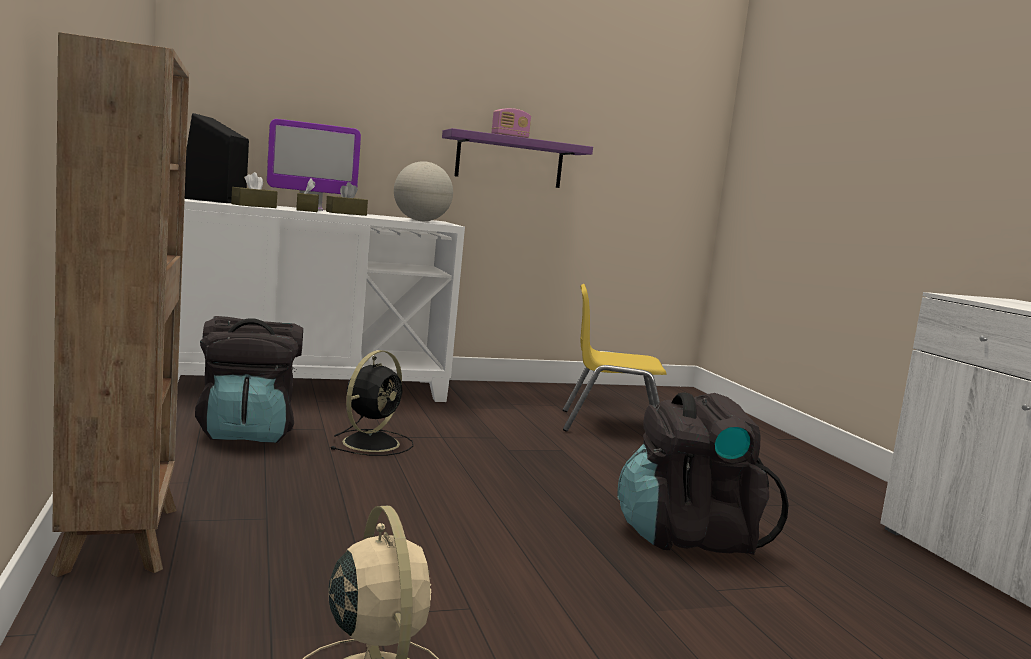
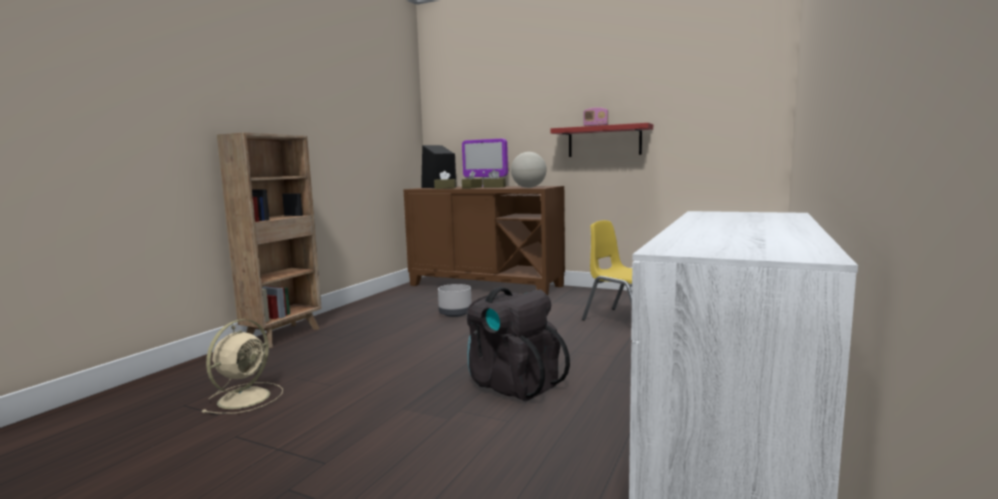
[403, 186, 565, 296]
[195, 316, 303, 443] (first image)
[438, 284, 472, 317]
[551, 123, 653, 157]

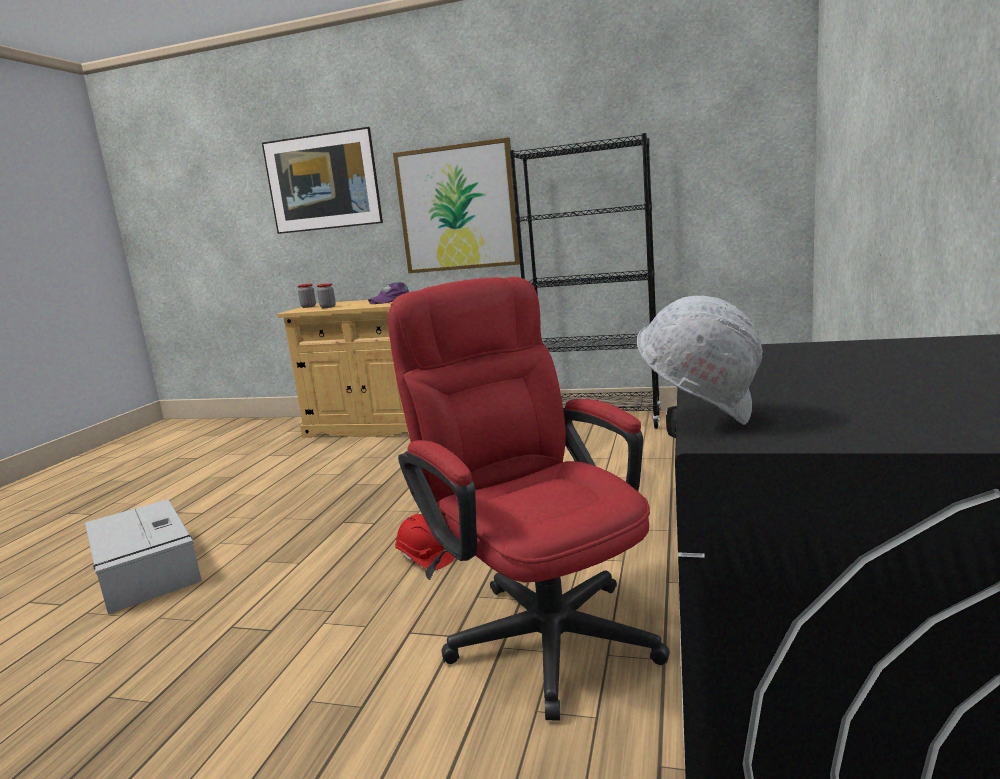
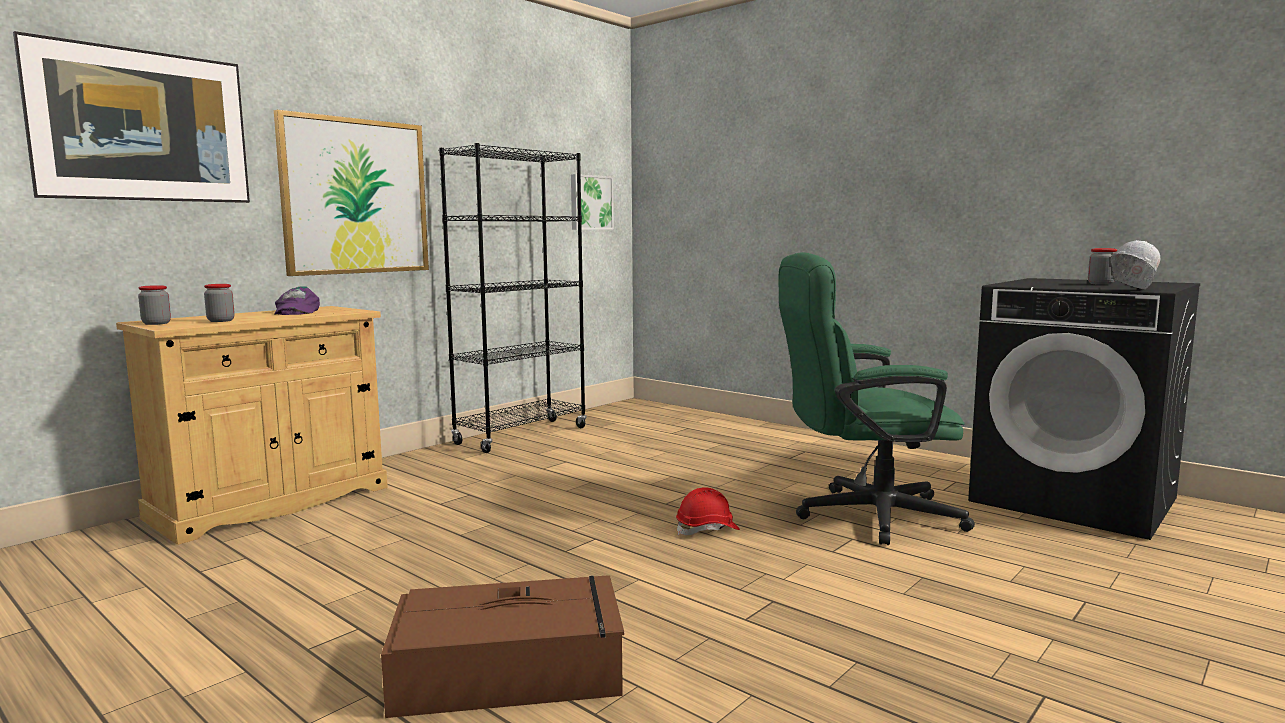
[381, 575, 624, 718]
[779, 252, 975, 545]
[571, 174, 614, 230]
[1088, 248, 1117, 285]

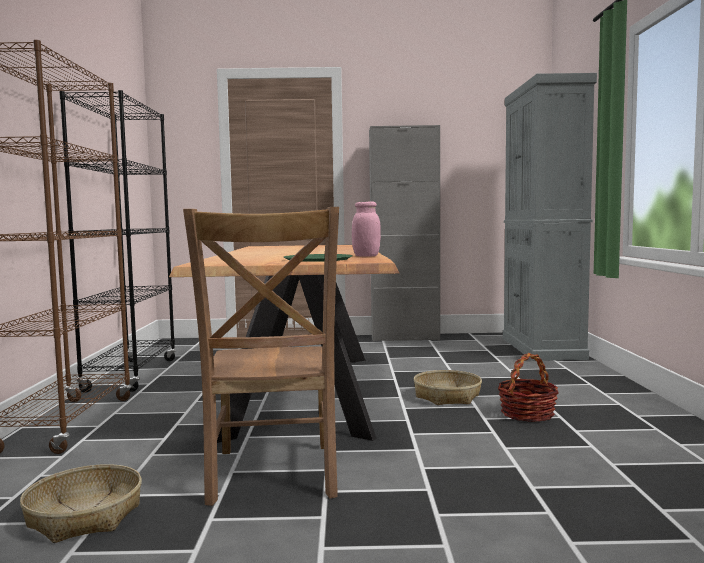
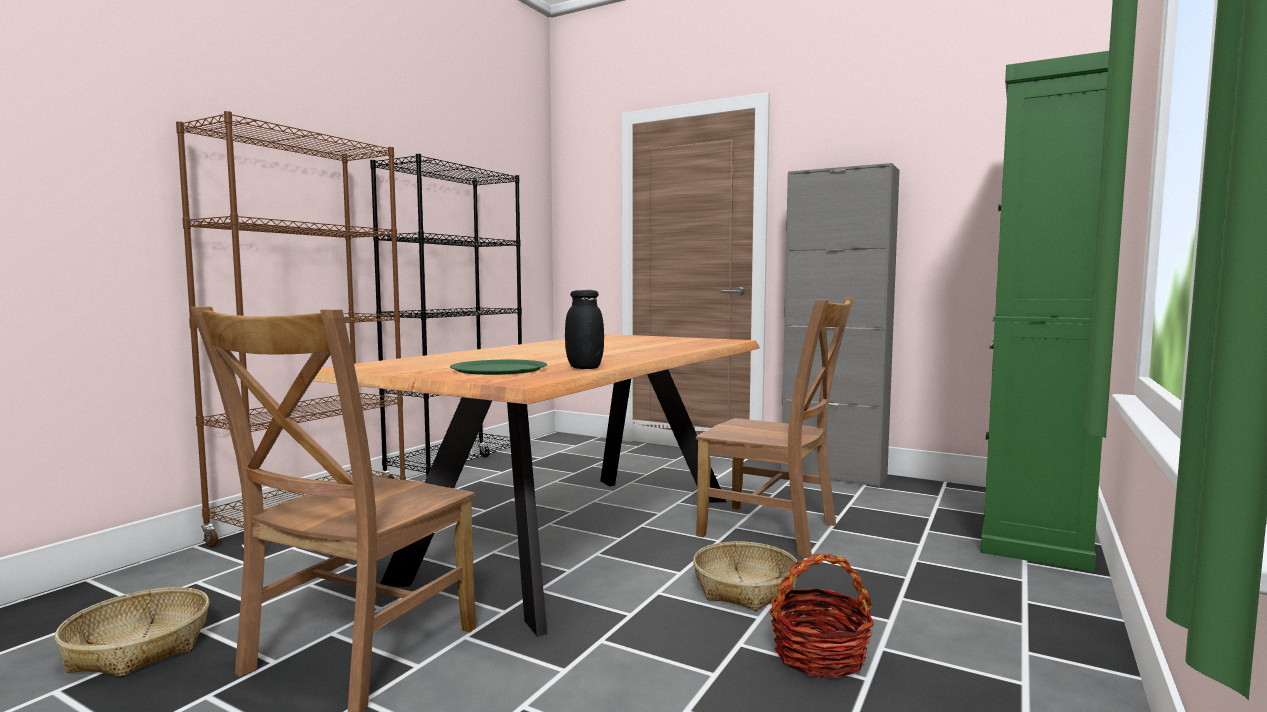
[565, 290, 604, 369]
[980, 51, 1109, 572]
[696, 298, 854, 559]

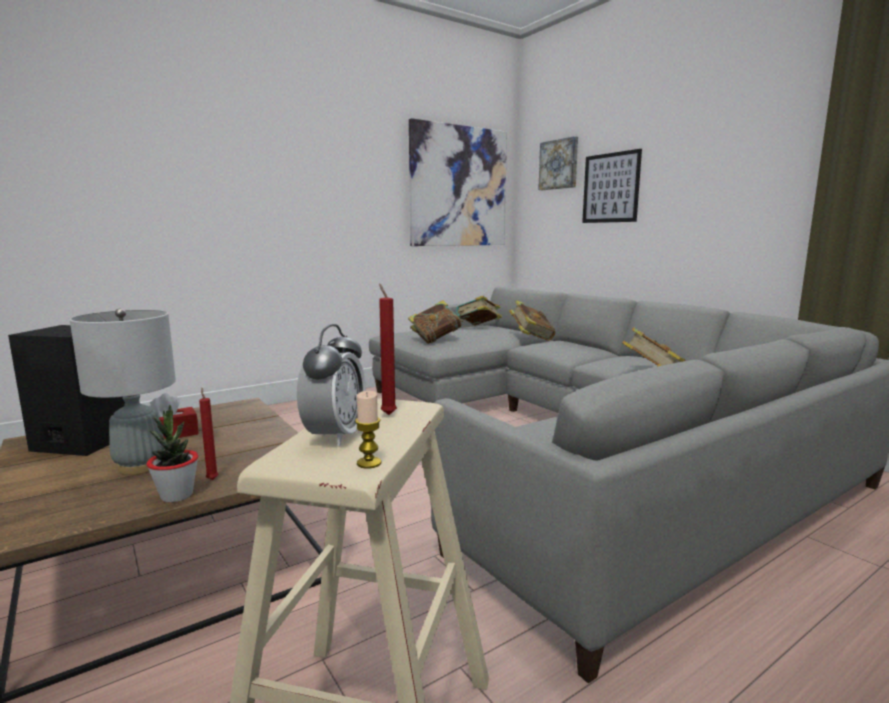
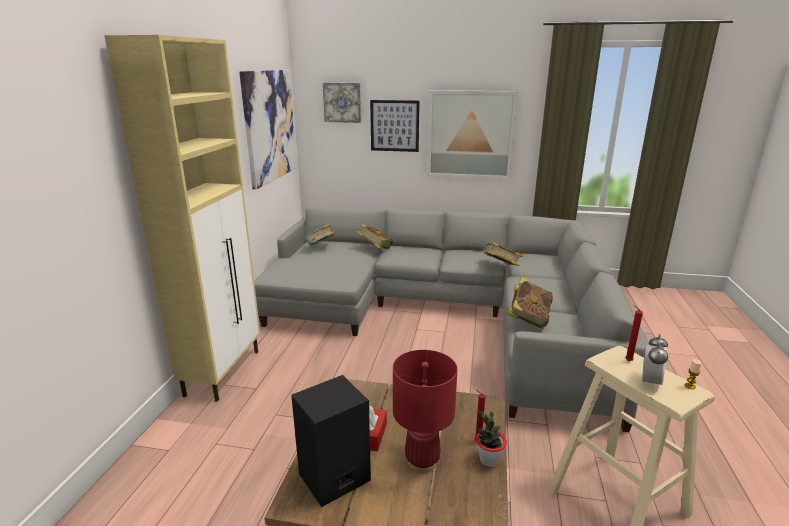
[393, 350, 457, 473]
[642, 334, 668, 390]
[507, 277, 553, 328]
[104, 35, 260, 402]
[427, 90, 518, 179]

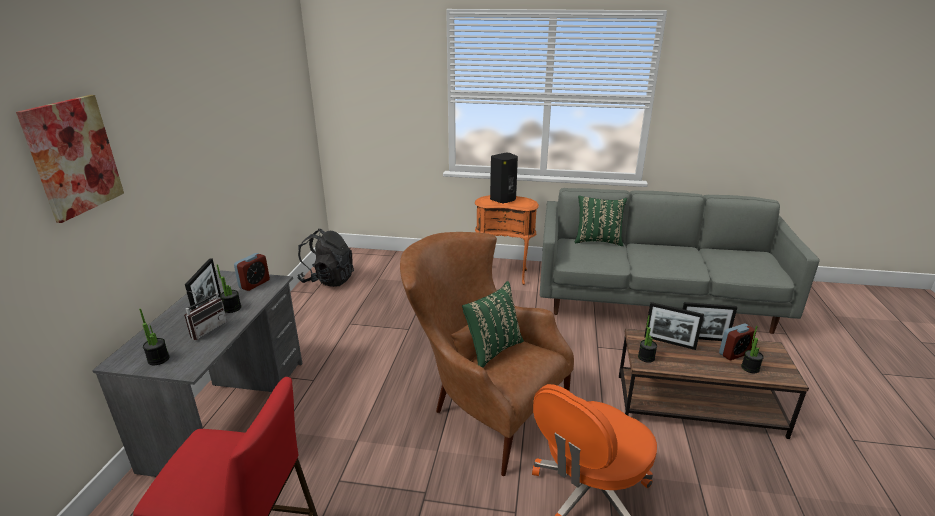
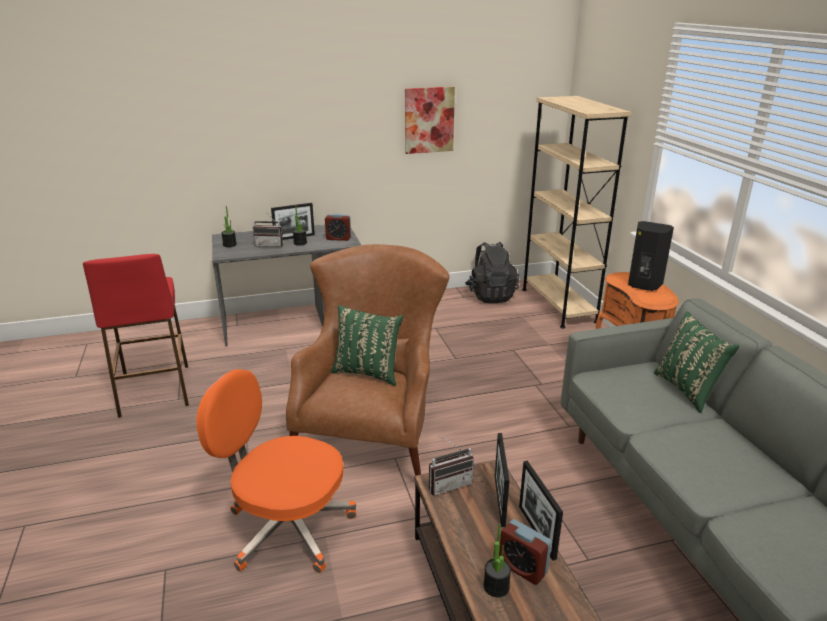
[405, 87, 455, 154]
[429, 436, 474, 496]
[522, 96, 632, 328]

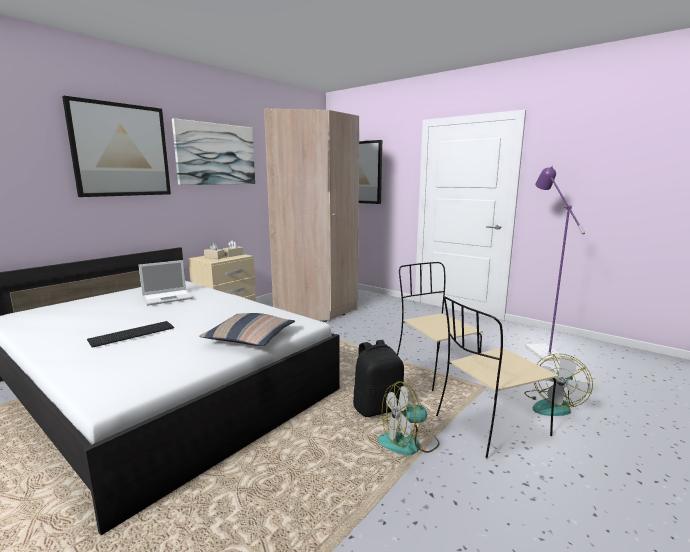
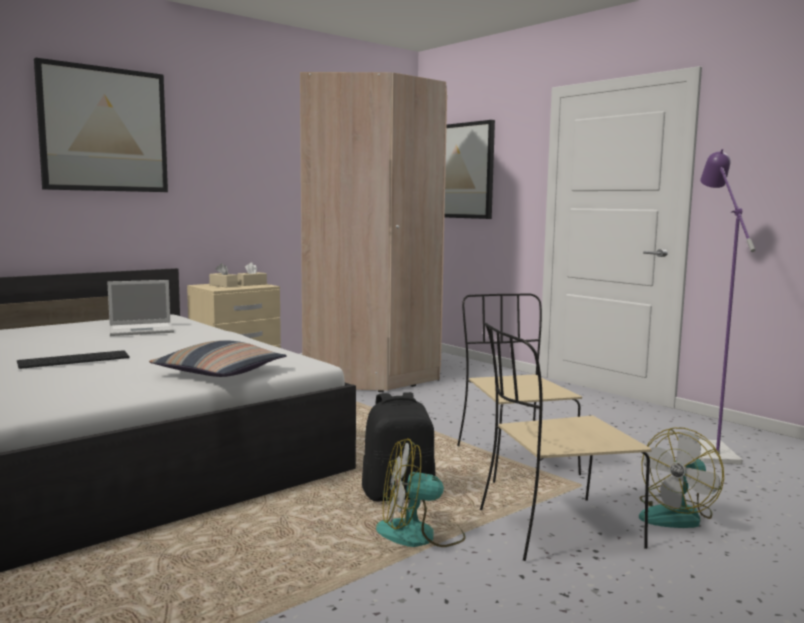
[172, 118, 255, 185] (first image)

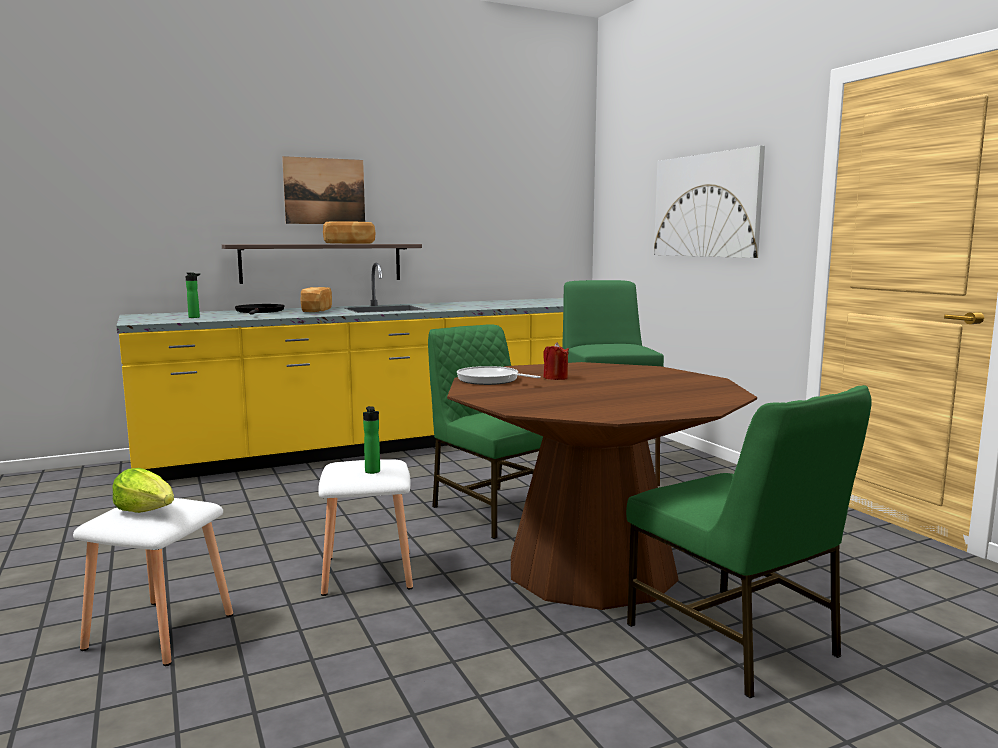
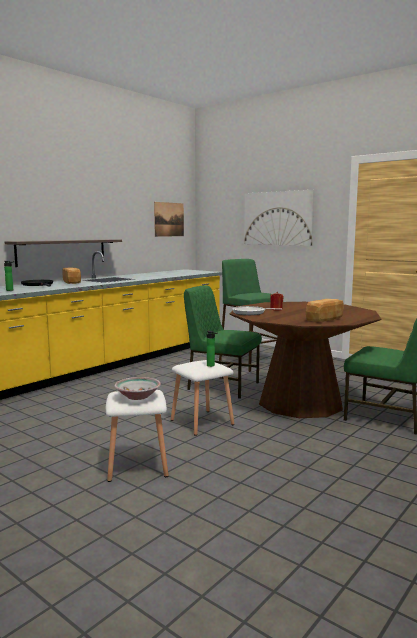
[114, 377, 161, 400]
[154, 202, 184, 237]
[306, 299, 344, 322]

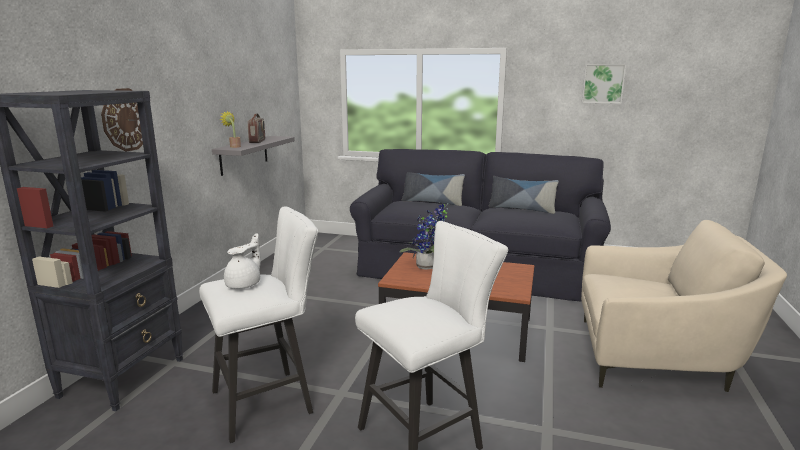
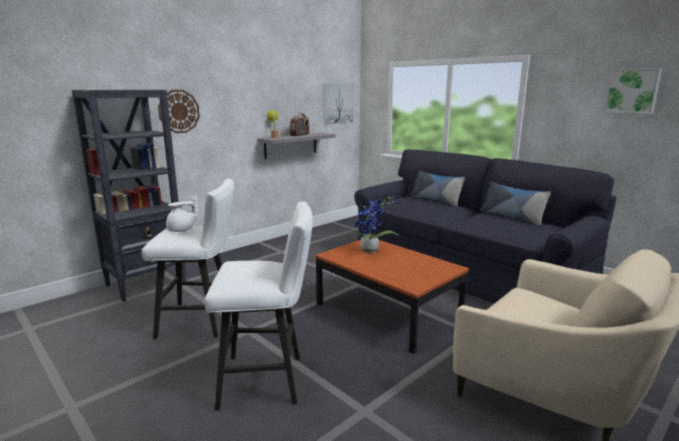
[323, 83, 354, 126]

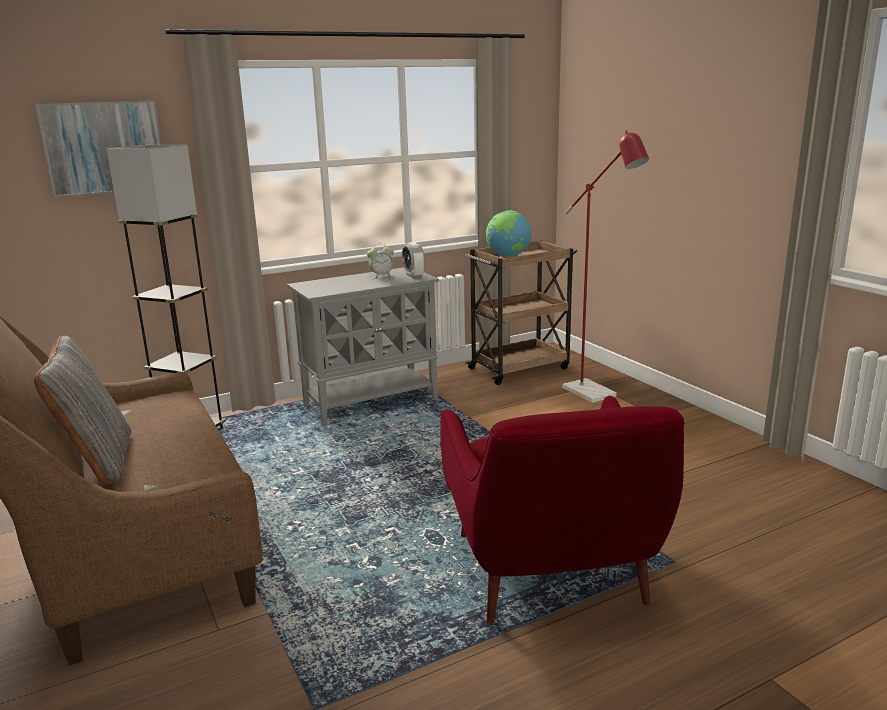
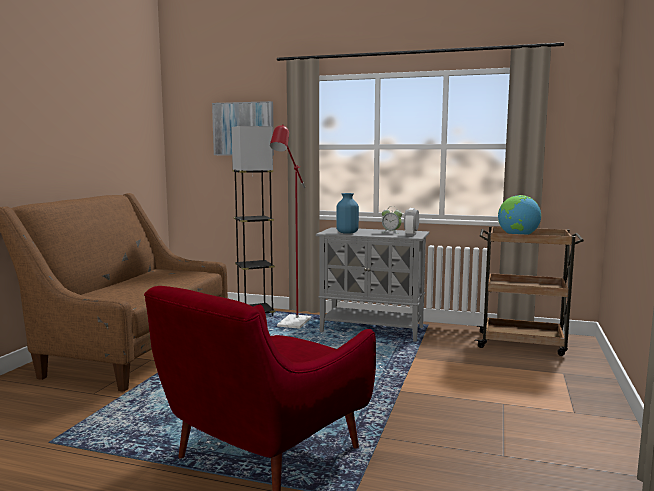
[34, 336, 131, 484] (first image)
[270, 124, 311, 329]
[336, 193, 359, 234]

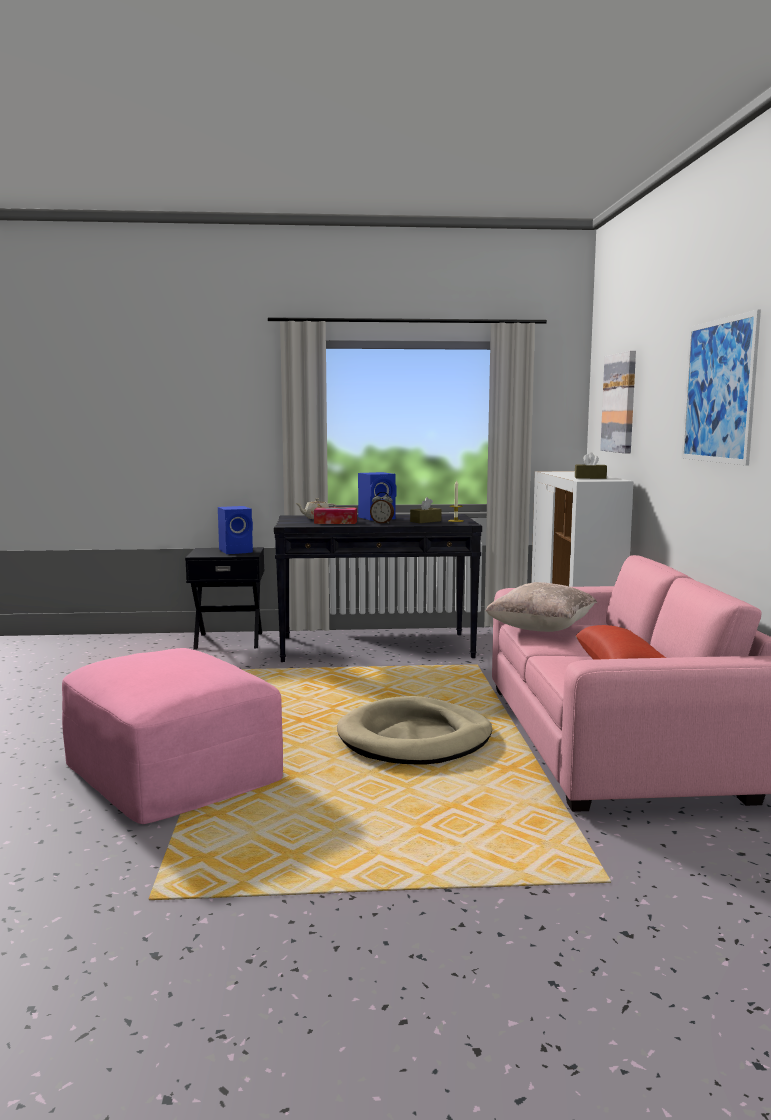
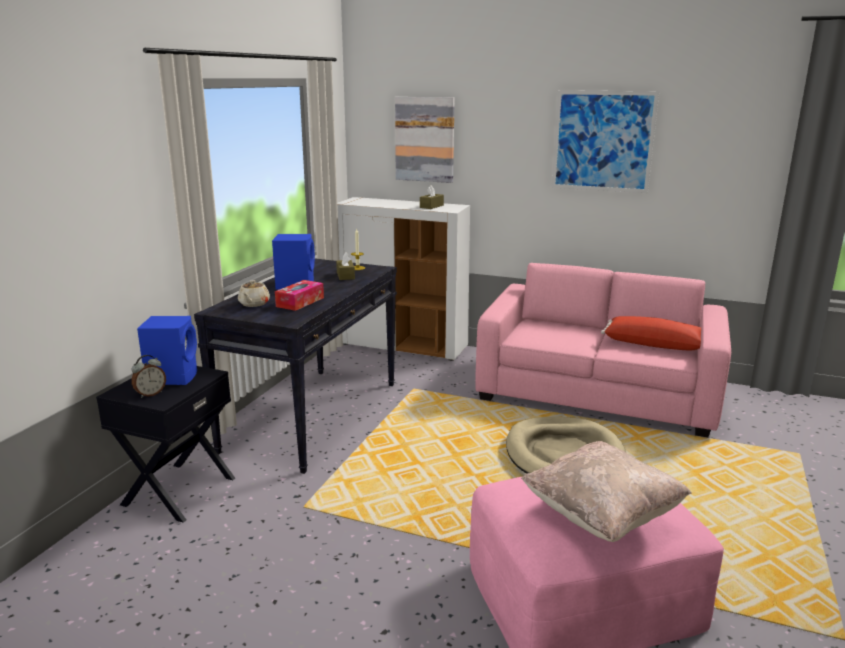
[131, 355, 166, 398]
[521, 441, 692, 542]

